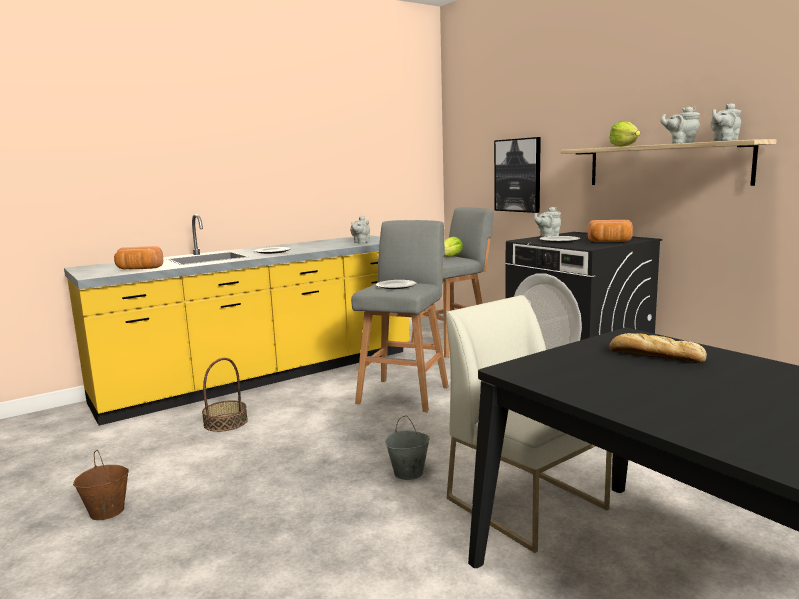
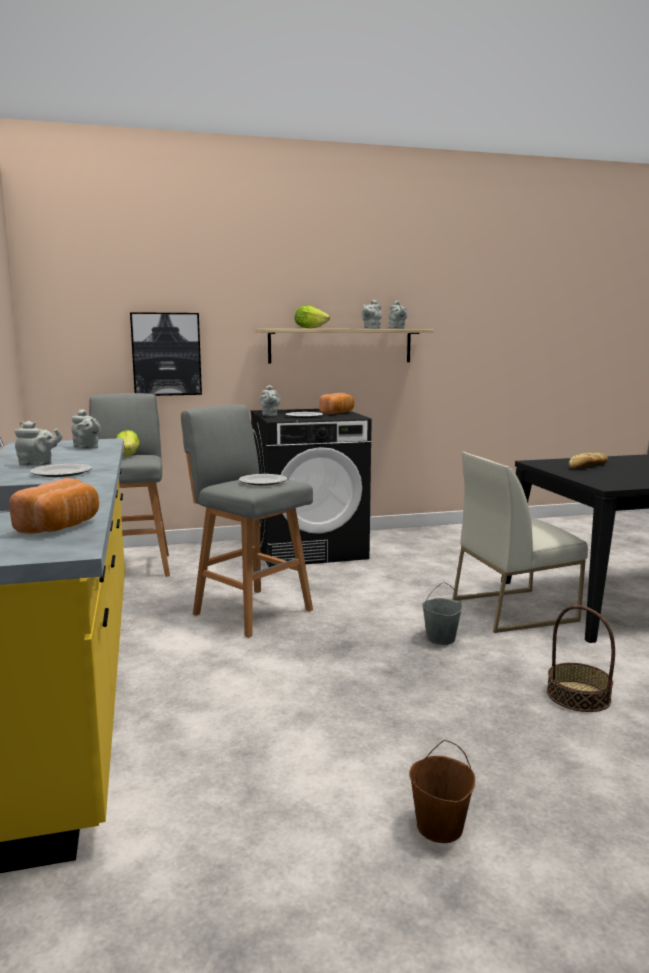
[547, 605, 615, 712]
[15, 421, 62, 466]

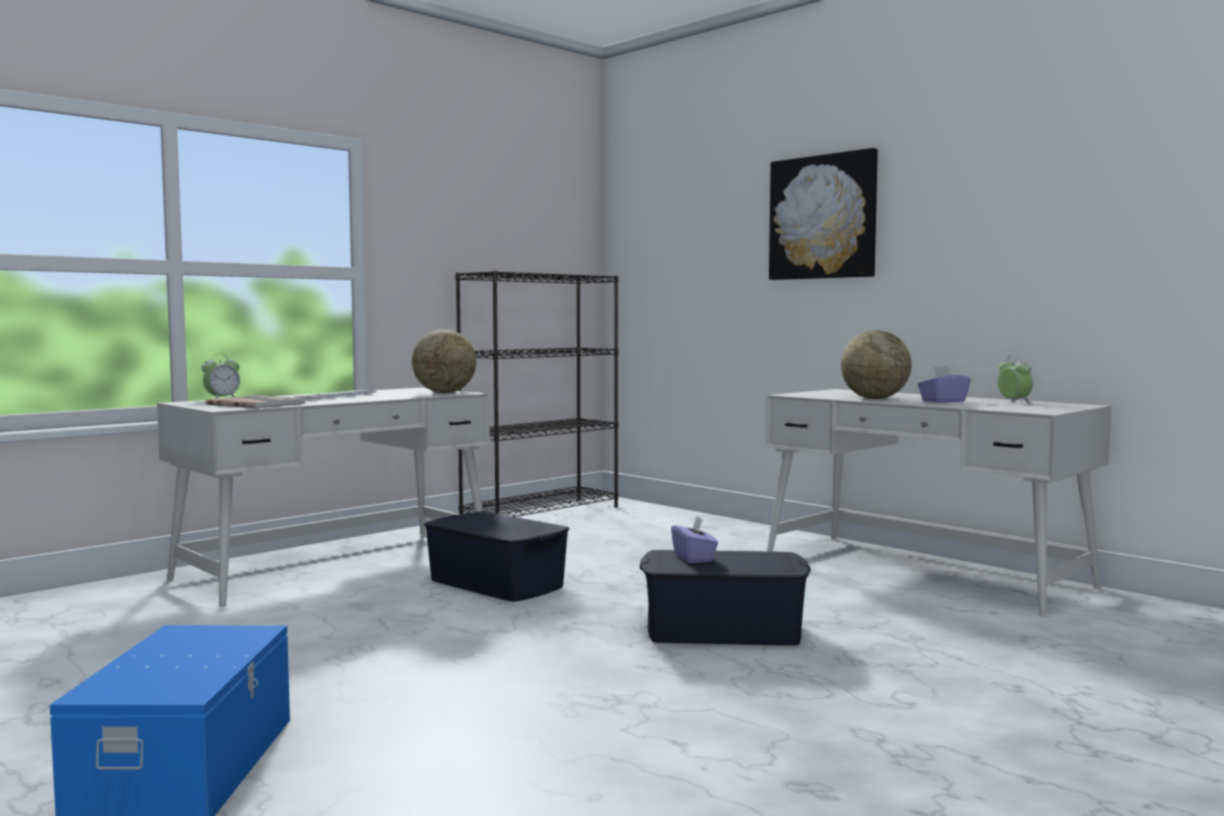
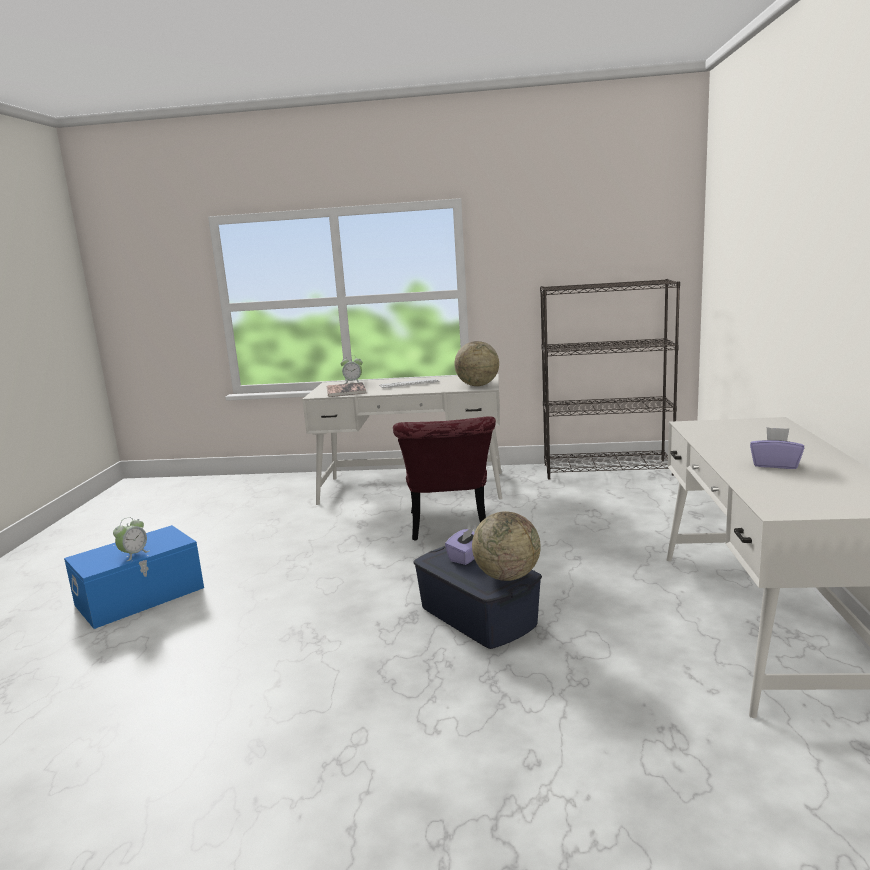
[393, 416, 496, 541]
[769, 148, 878, 280] (first image)
[472, 511, 541, 581]
[113, 517, 149, 561]

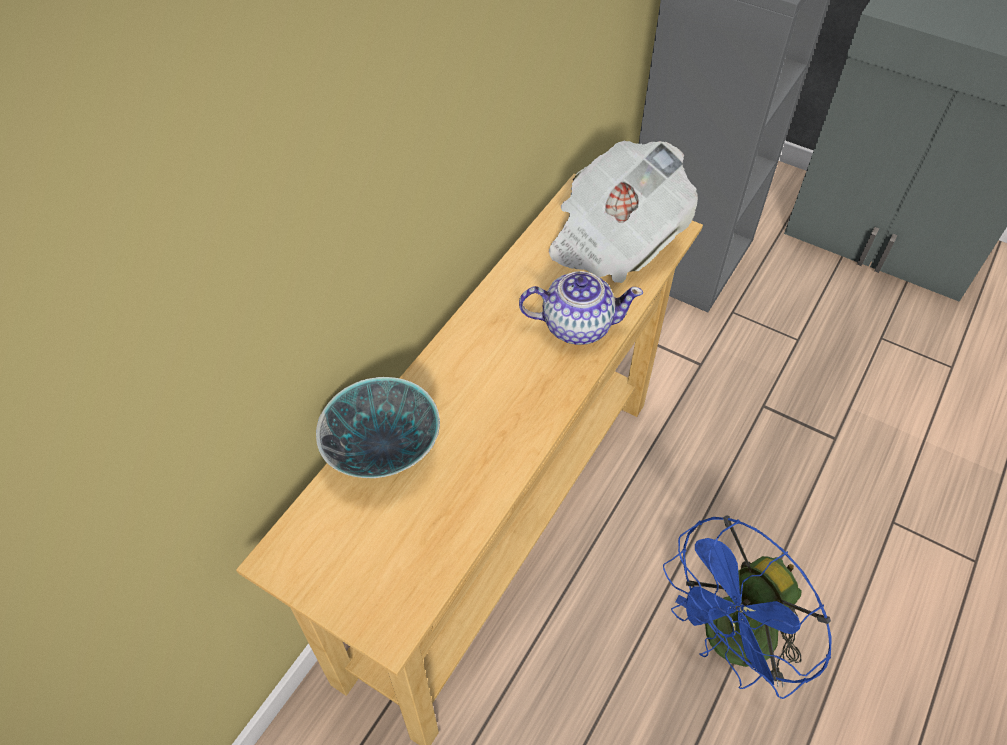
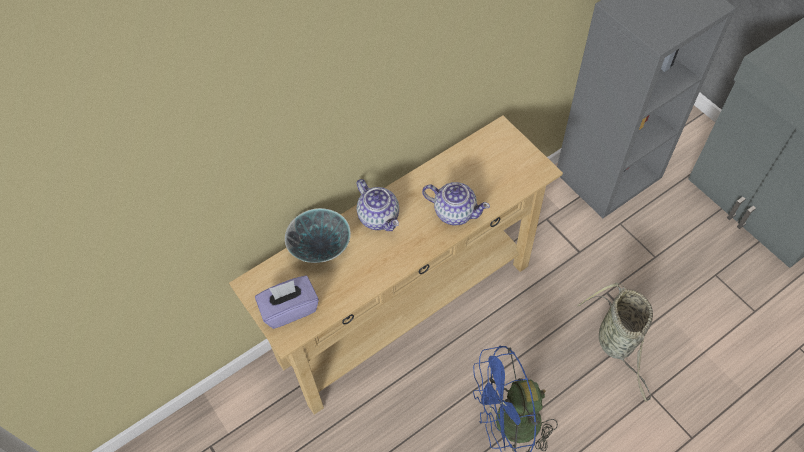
[549, 140, 698, 283] (first image)
[255, 276, 319, 329]
[357, 179, 399, 231]
[577, 283, 653, 402]

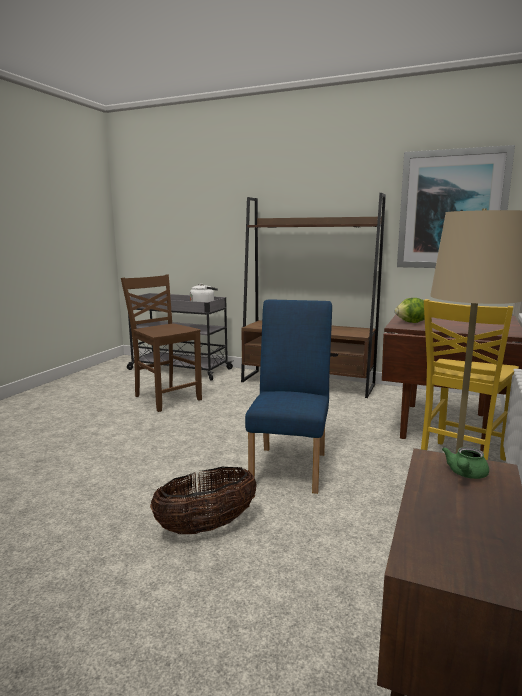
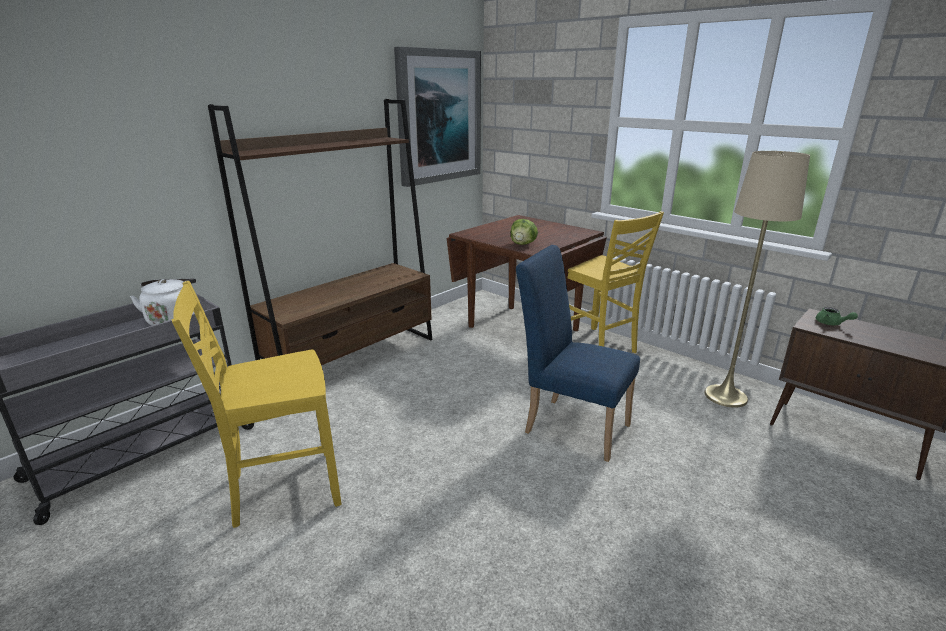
[171, 281, 341, 528]
[150, 467, 257, 534] (first image)

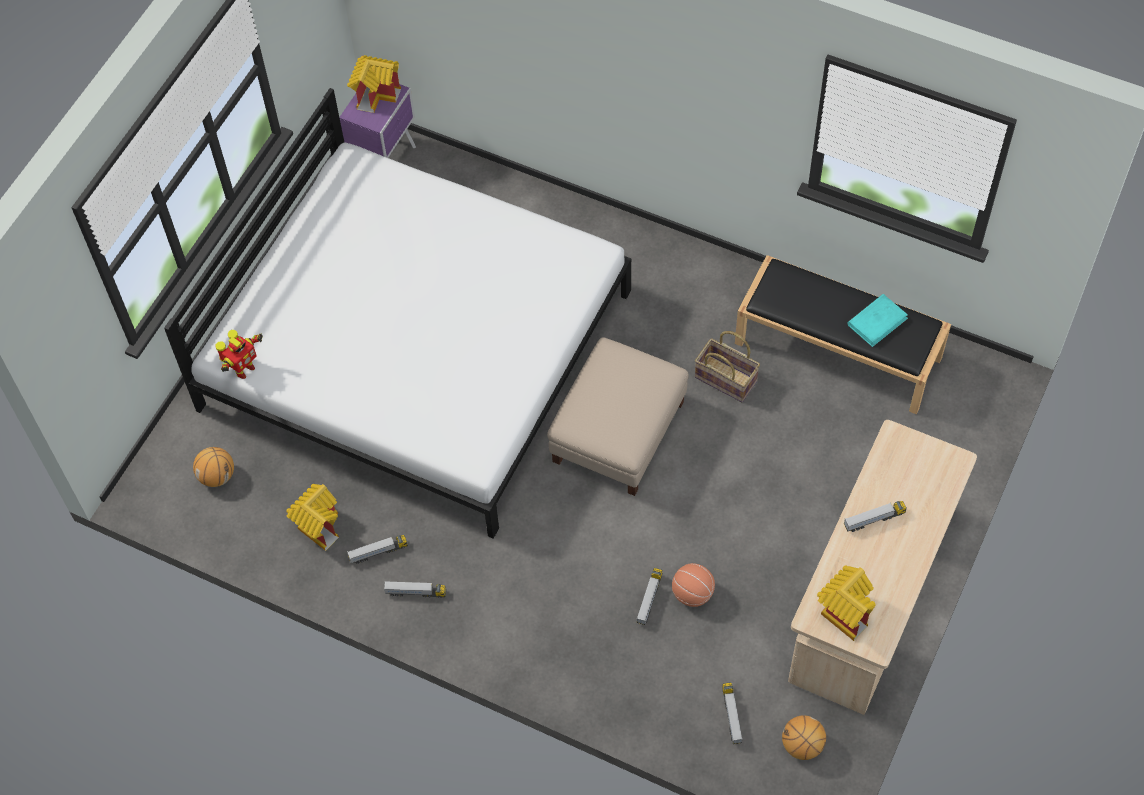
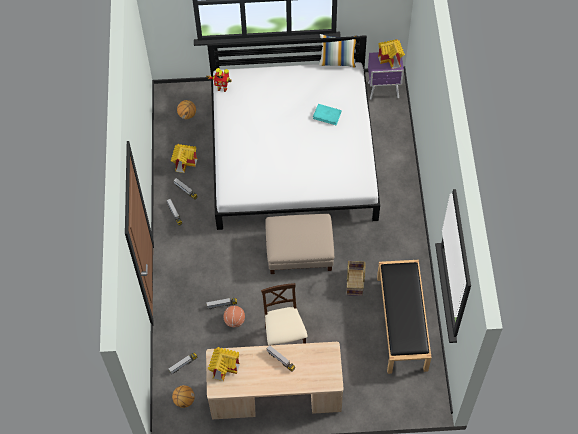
[313, 104, 342, 125]
[261, 283, 308, 345]
[319, 34, 358, 68]

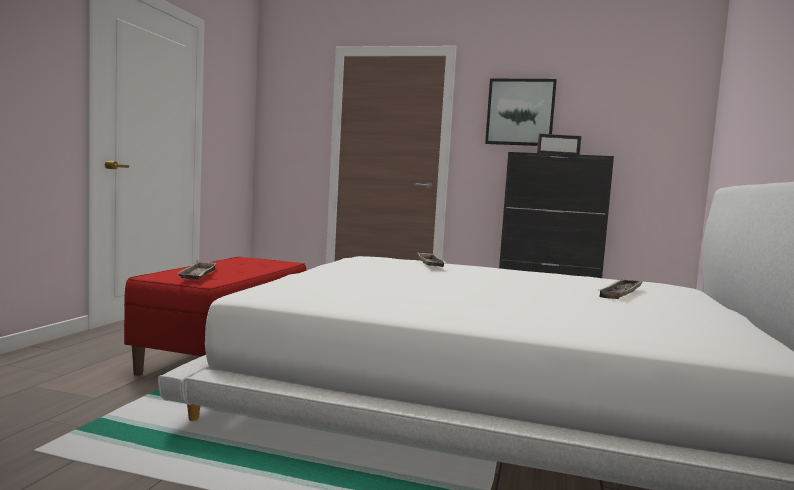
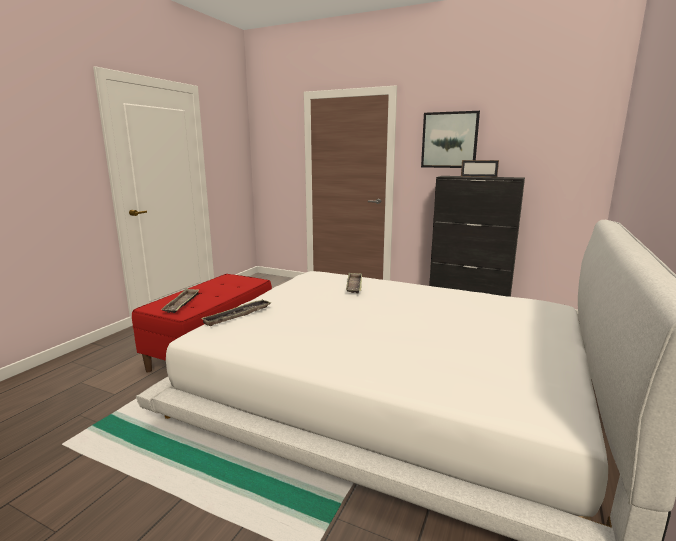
[200, 299, 272, 326]

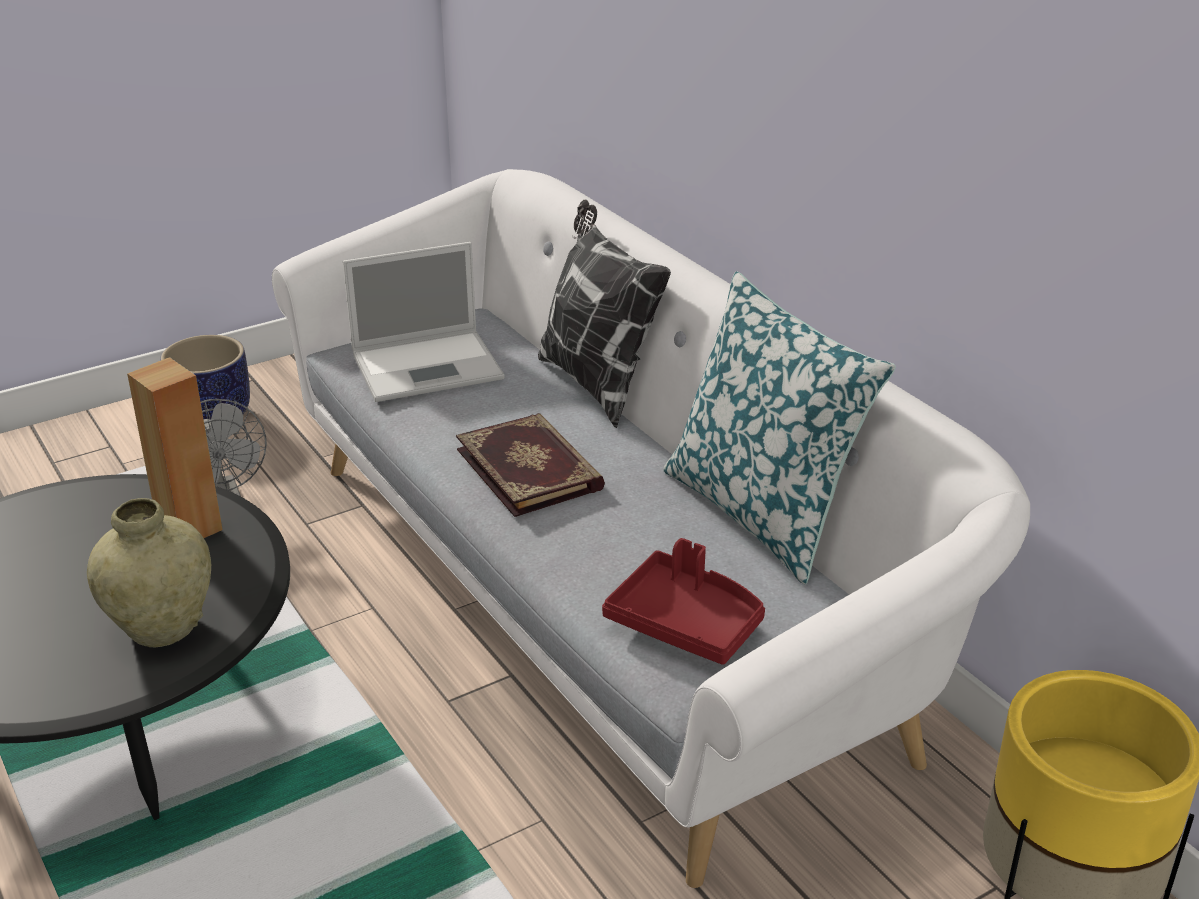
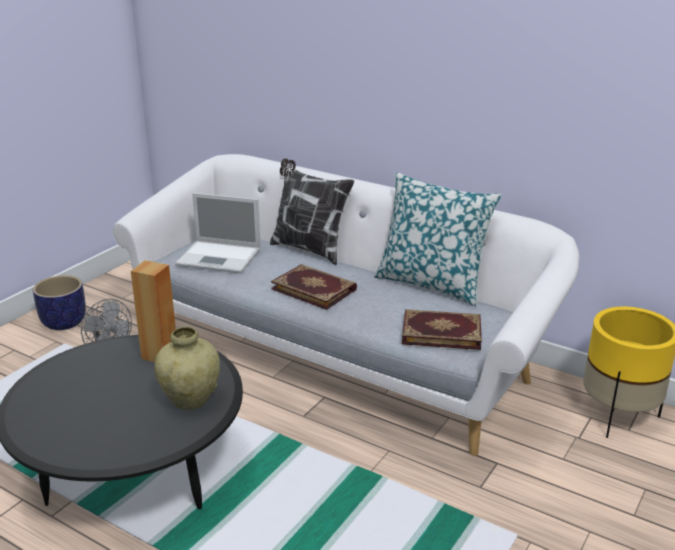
[175, 193, 261, 273]
[402, 309, 482, 350]

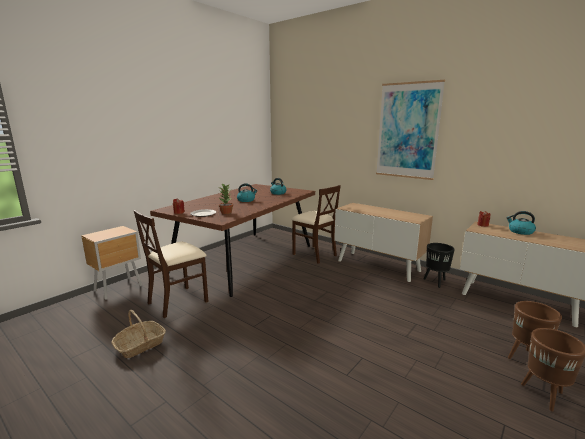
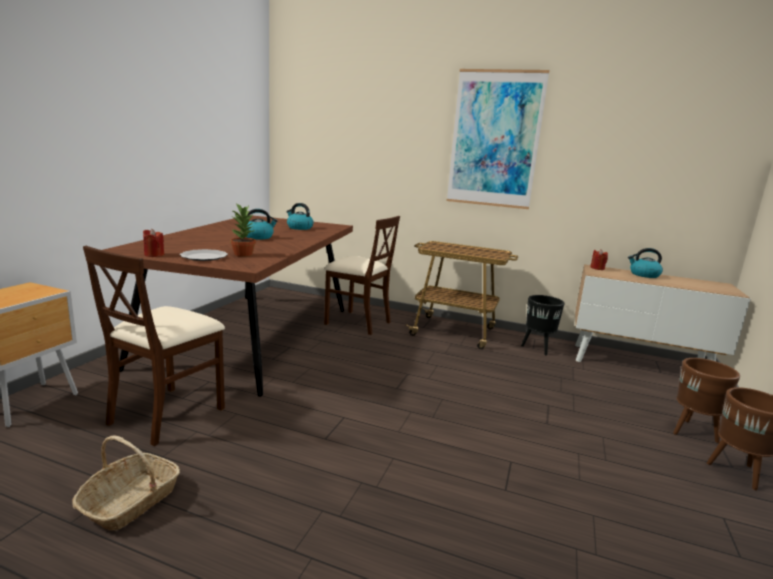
[406, 241, 518, 349]

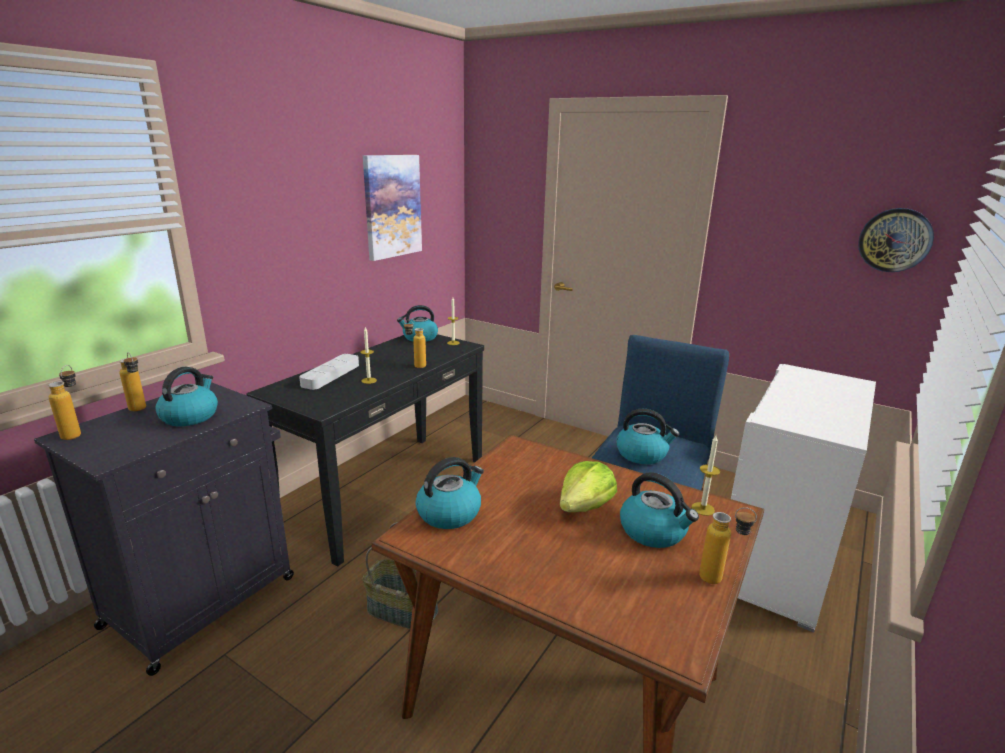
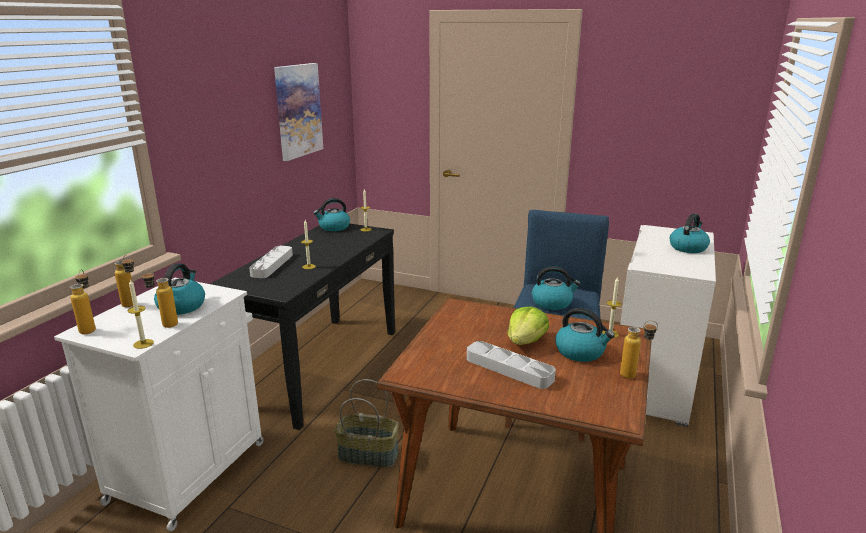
[54, 278, 263, 531]
[142, 269, 178, 328]
[670, 213, 710, 253]
[858, 208, 934, 272] (first image)
[128, 279, 154, 349]
[467, 341, 556, 389]

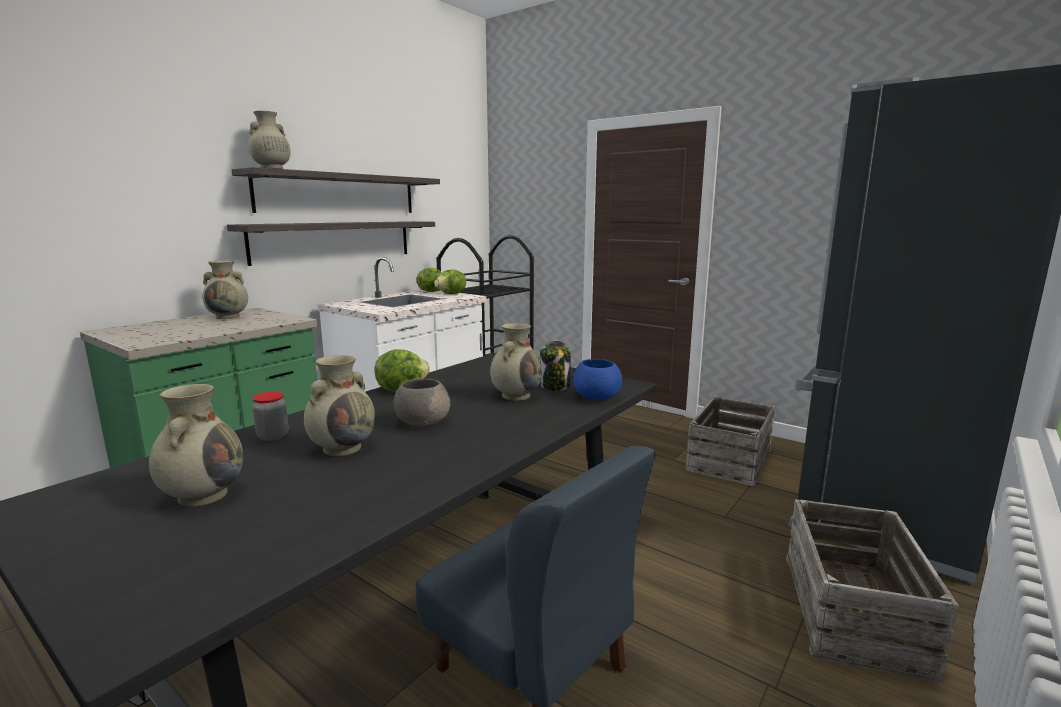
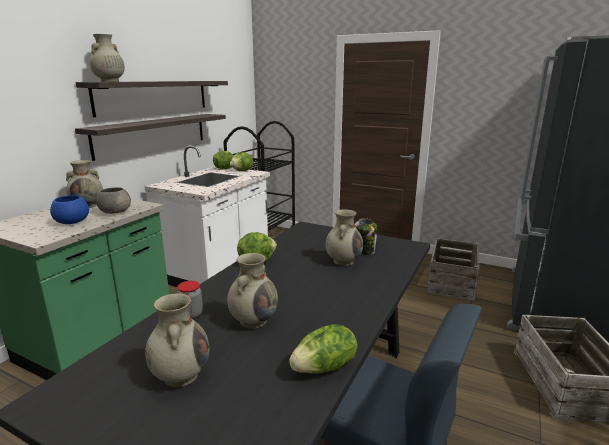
[96, 187, 131, 214]
[50, 195, 89, 224]
[289, 324, 358, 374]

